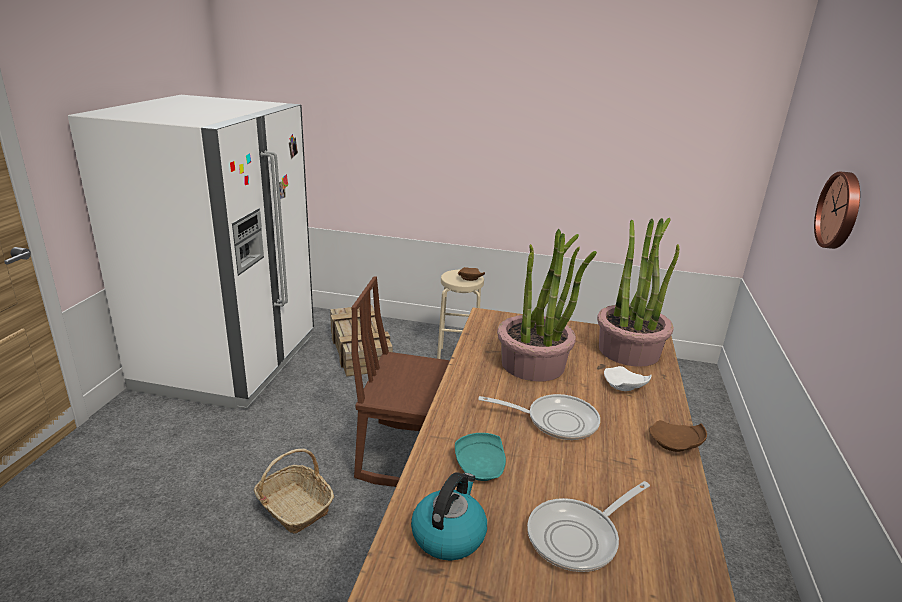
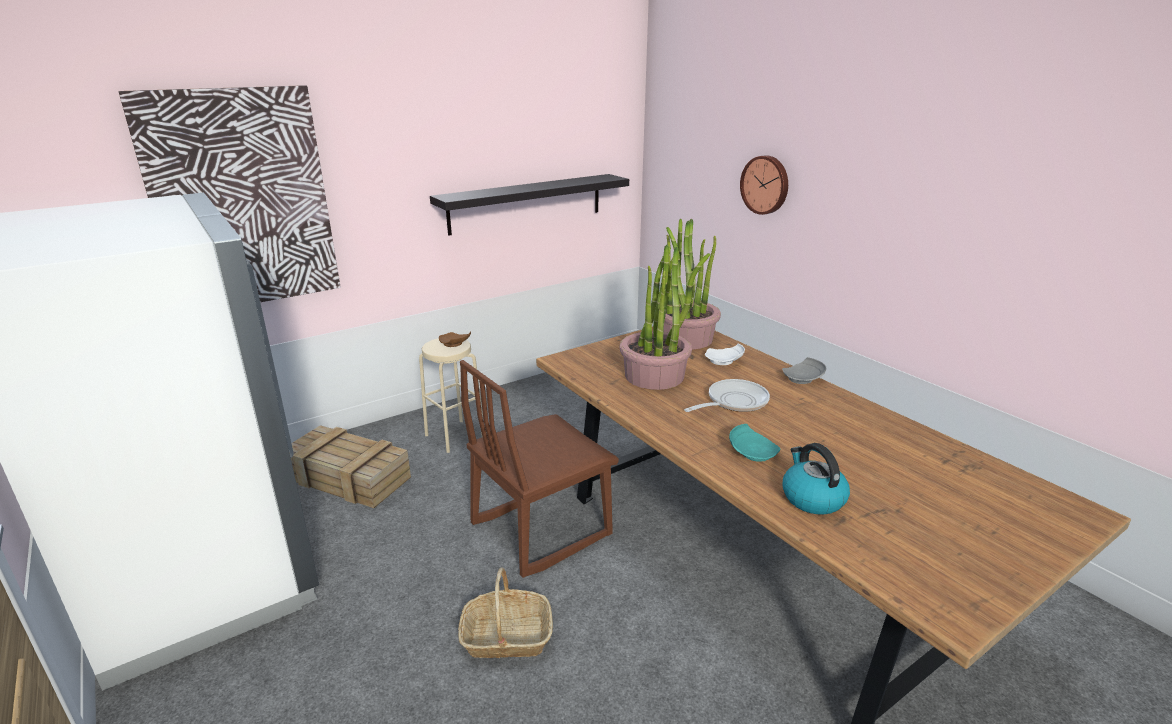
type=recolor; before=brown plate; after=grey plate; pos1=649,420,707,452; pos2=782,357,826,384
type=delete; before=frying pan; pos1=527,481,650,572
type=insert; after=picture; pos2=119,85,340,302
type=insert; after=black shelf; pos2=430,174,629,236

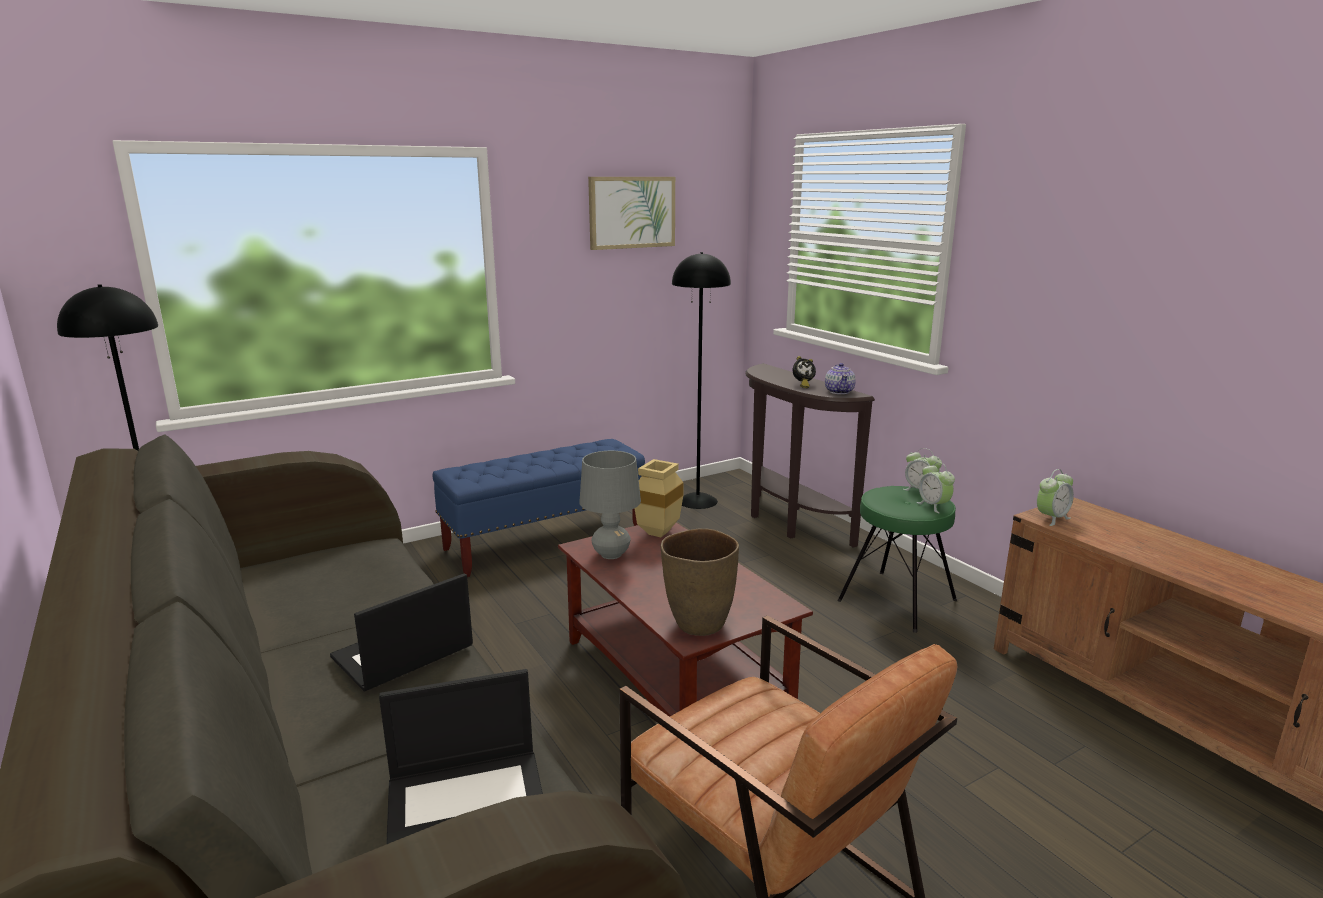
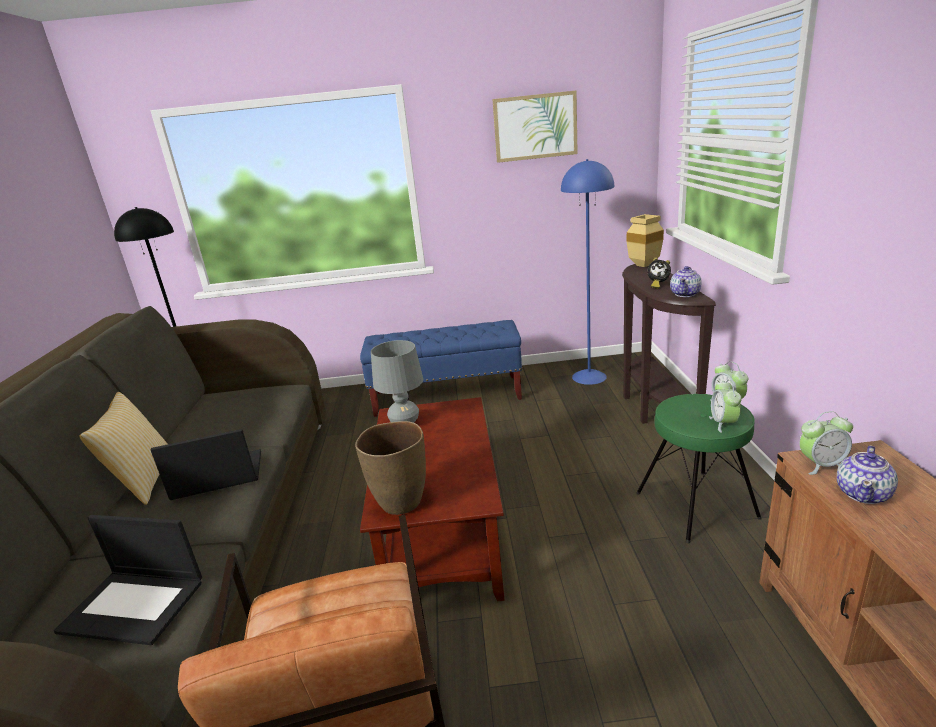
type=recolor; before=black floor lamp; after=blue floor lamp; pos1=672,252,731,509; pos2=561,159,614,385
type=move; before=beige vase; pos1=634,459,684,537; pos2=627,214,664,267
type=insert; after=pillow; pos2=79,392,167,505
type=insert; after=teapot; pos2=837,445,898,504

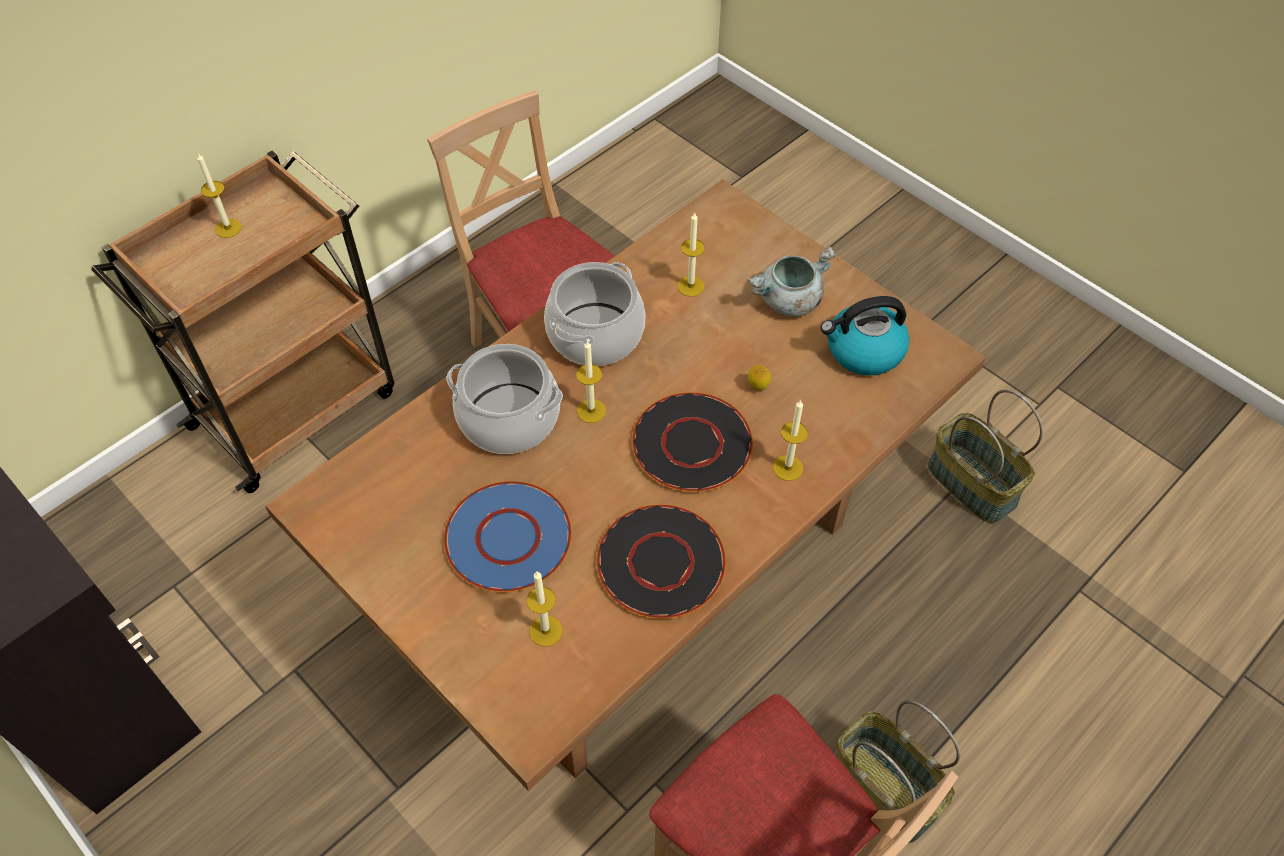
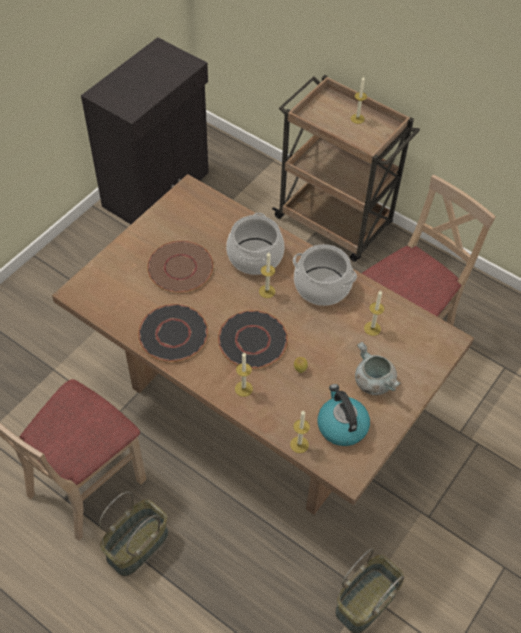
type=recolor; before=blue plate; after=brown plate; pos1=443,481,572,592; pos2=147,241,214,292
type=move; before=candle; pos1=527,572,562,646; pos2=290,410,310,453

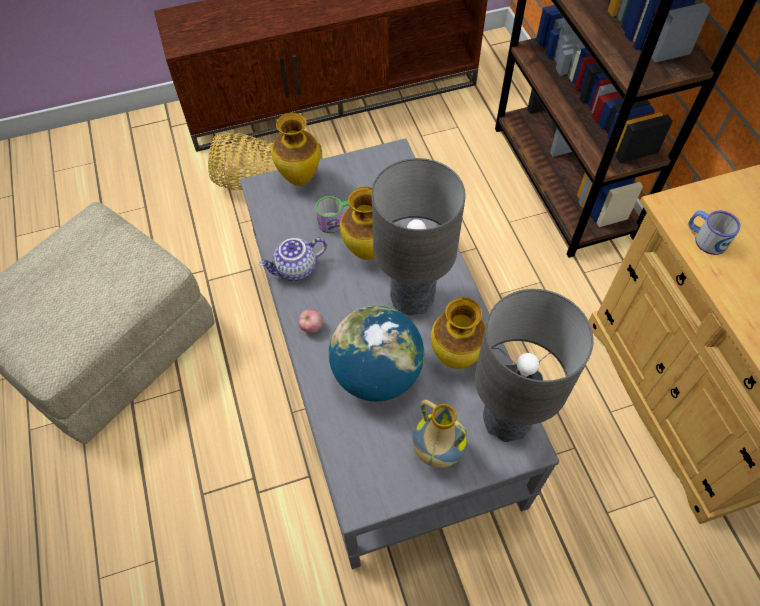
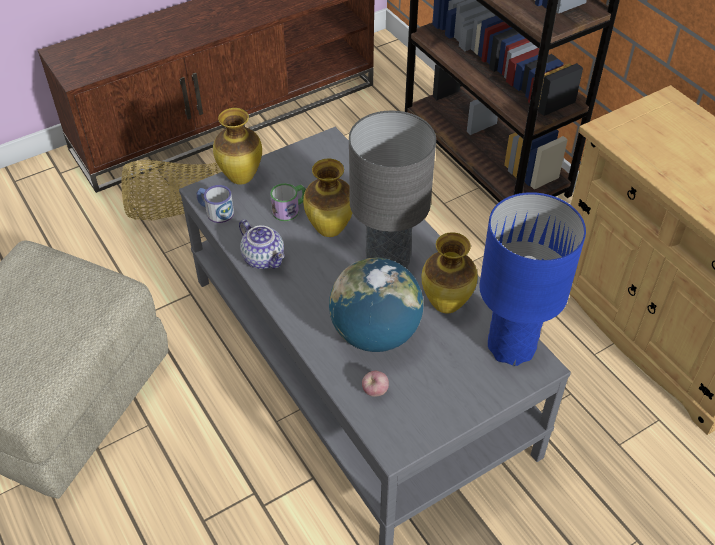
type=move; before=mug; pos1=688,210,741,255; pos2=197,185,234,223
type=rotate; before=teapot; pos1=259,238,327,281; pos2=239,219,284,269; turn=-90
type=recolor; before=grey table lamp; after=blue table lamp; pos1=475,289,594,442; pos2=479,192,586,366
type=move; before=apple; pos1=298,309,323,333; pos2=362,371,389,397
type=delete; before=vase; pos1=412,400,467,468

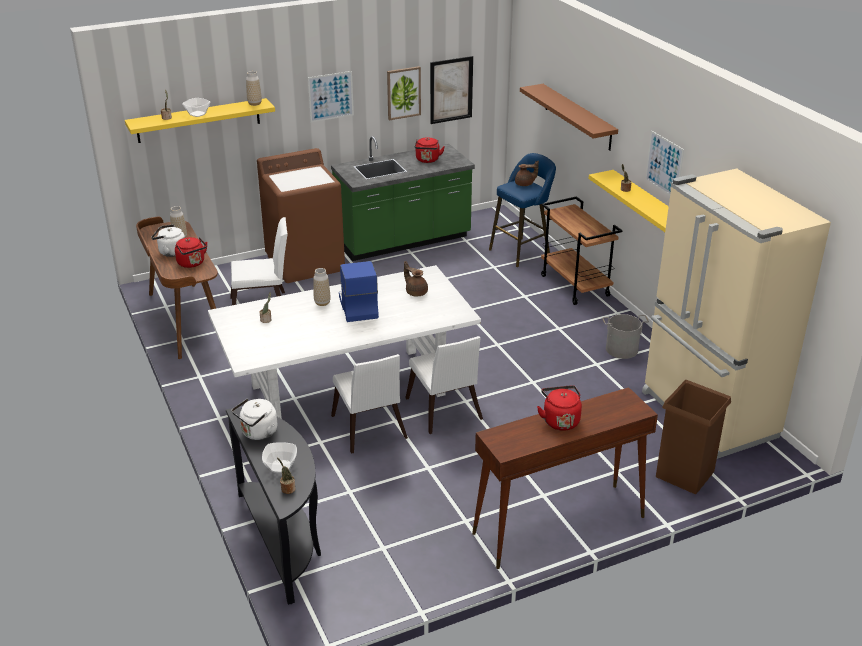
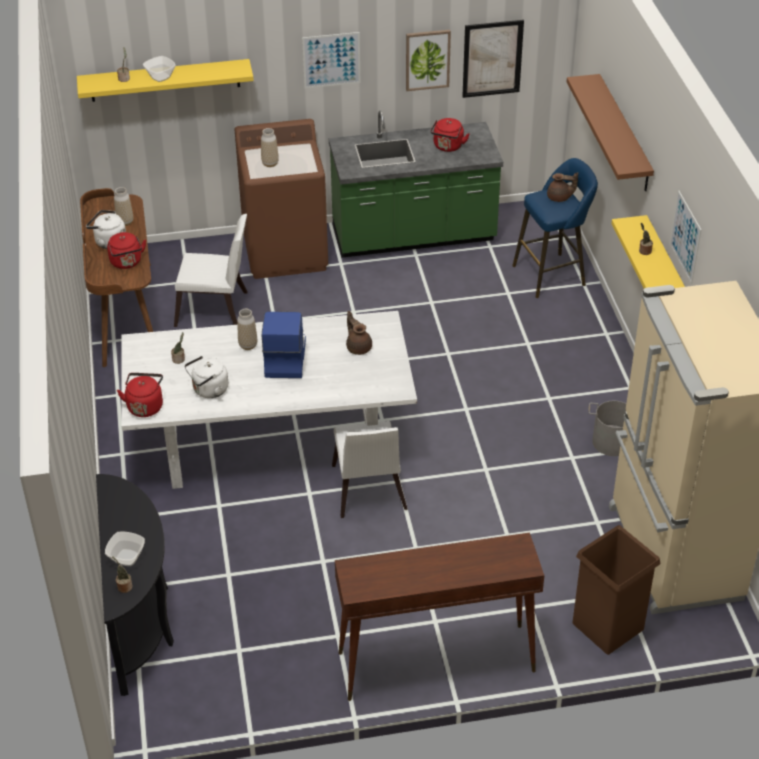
type=move; before=vase; pos1=246,71,262,106; pos2=261,128,279,167
type=delete; before=brown cart; pos1=541,196,623,305
type=delete; before=white chair; pos1=331,354,408,454
type=move; before=red kettle; pos1=537,385,582,431; pos2=117,373,163,417
type=move; before=white kettle; pos1=232,398,277,440; pos2=184,356,228,398

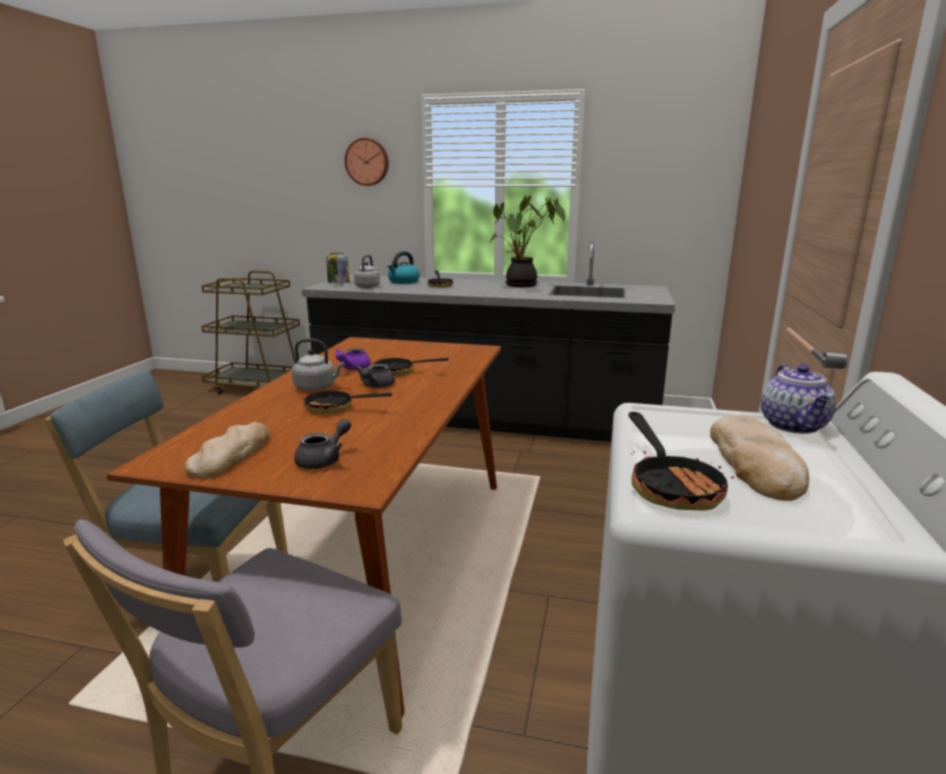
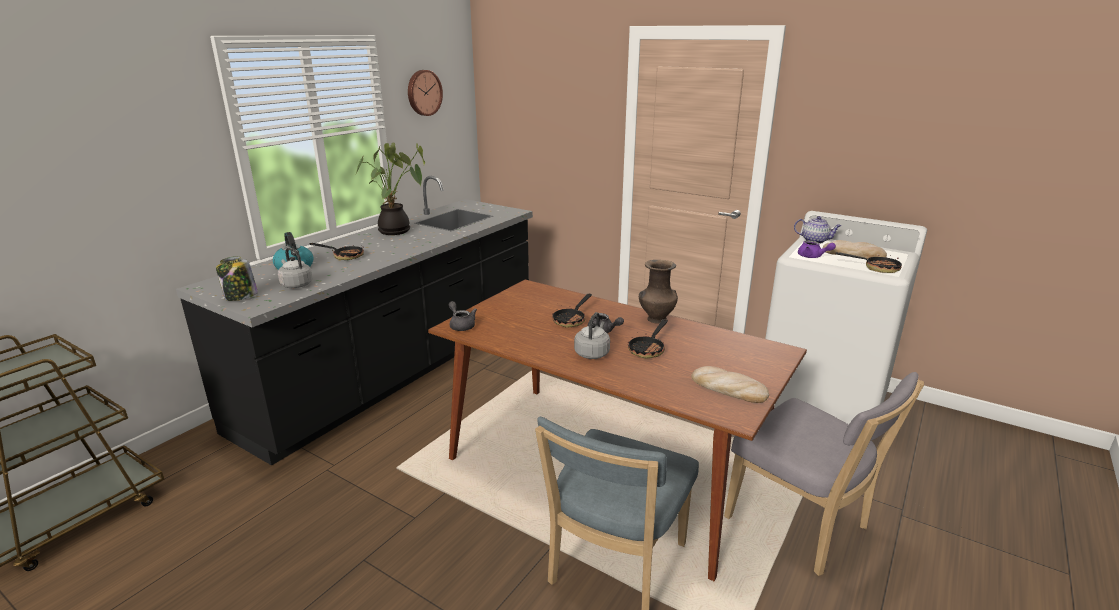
type=move; before=wall clock; pos1=345,138,389,186; pos2=408,70,443,116
type=move; before=purple teapot; pos1=335,348,371,370; pos2=798,240,836,258
type=move; before=grey teapot; pos1=294,419,351,469; pos2=449,301,477,331
type=insert; after=brown vase; pos2=639,260,678,324

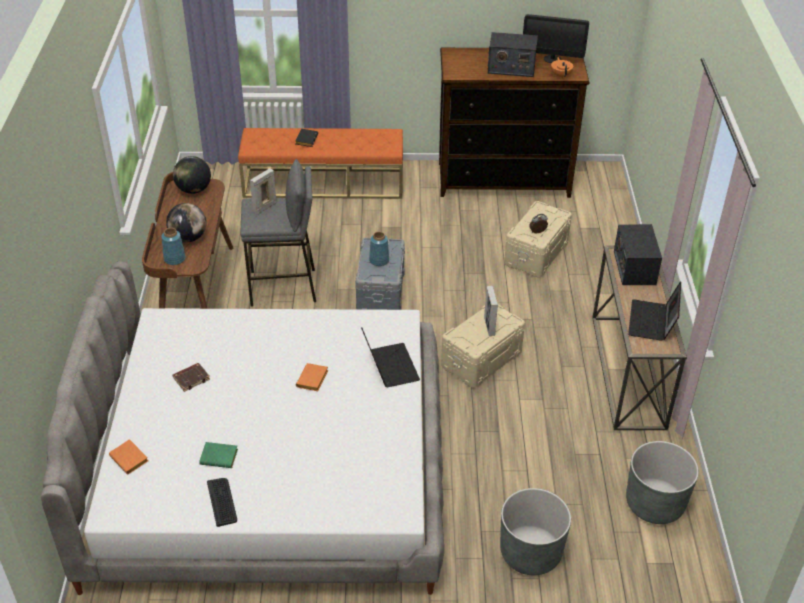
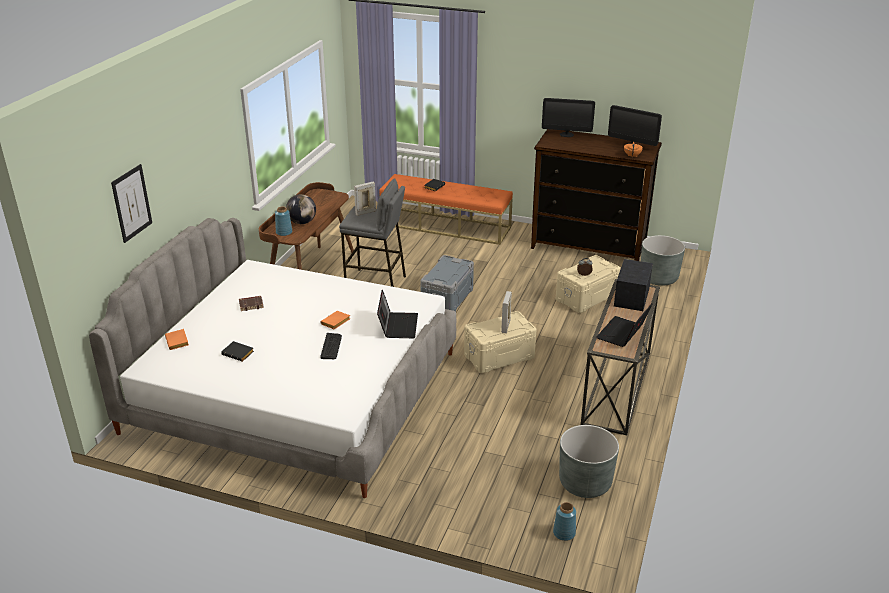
type=delete; before=radio; pos1=488,32,538,77
type=delete; before=globe; pos1=173,156,211,194
type=move; before=blue vase; pos1=369,232,389,266; pos2=553,502,576,541
type=recolor; before=green book; after=black book; pos1=199,442,238,468; pos2=221,341,254,362
type=move; before=keyboard; pos1=207,478,237,527; pos2=321,333,342,359
type=move; before=grey planter; pos1=500,488,571,575; pos2=641,235,685,286
type=insert; after=monitor; pos2=542,98,595,137
type=insert; after=picture; pos2=111,164,152,243

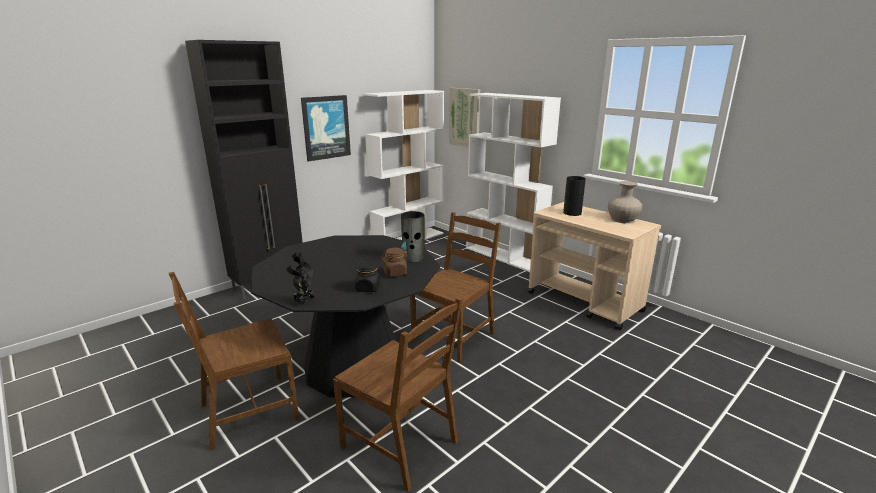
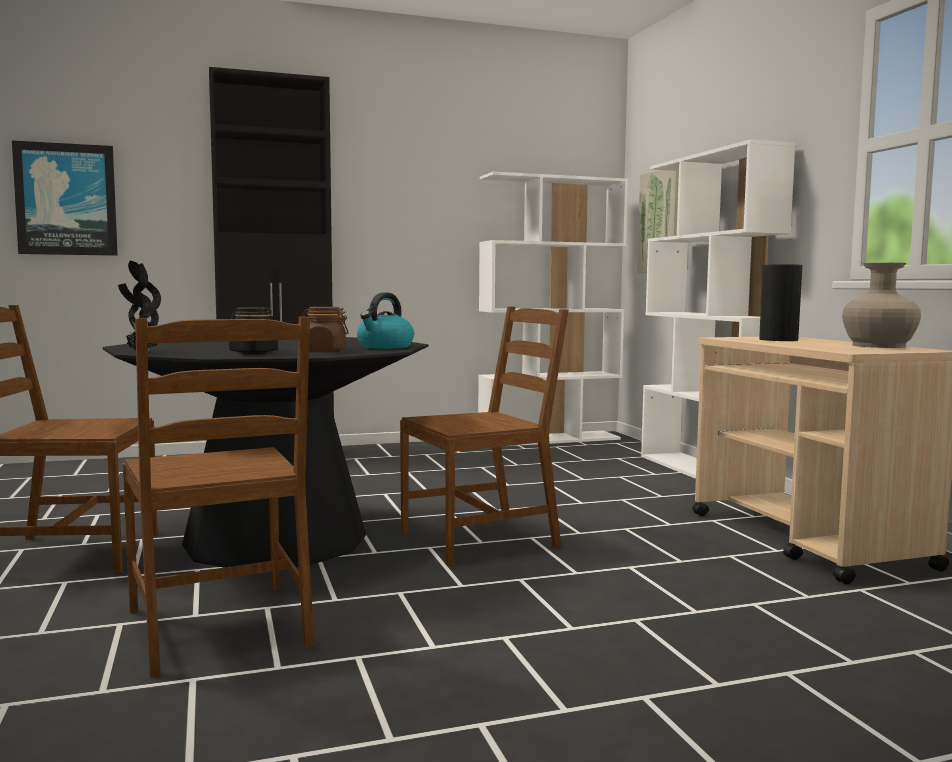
type=move; before=picture; pos1=301,95,351,161; pos2=12,140,118,256
type=replace; before=vase; after=kettle; pos1=401,211,425,263; pos2=357,292,414,349

